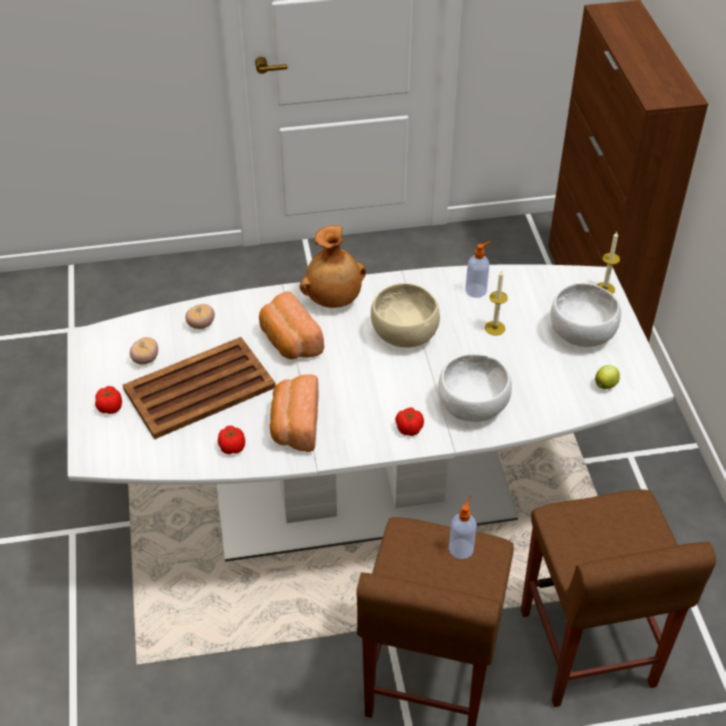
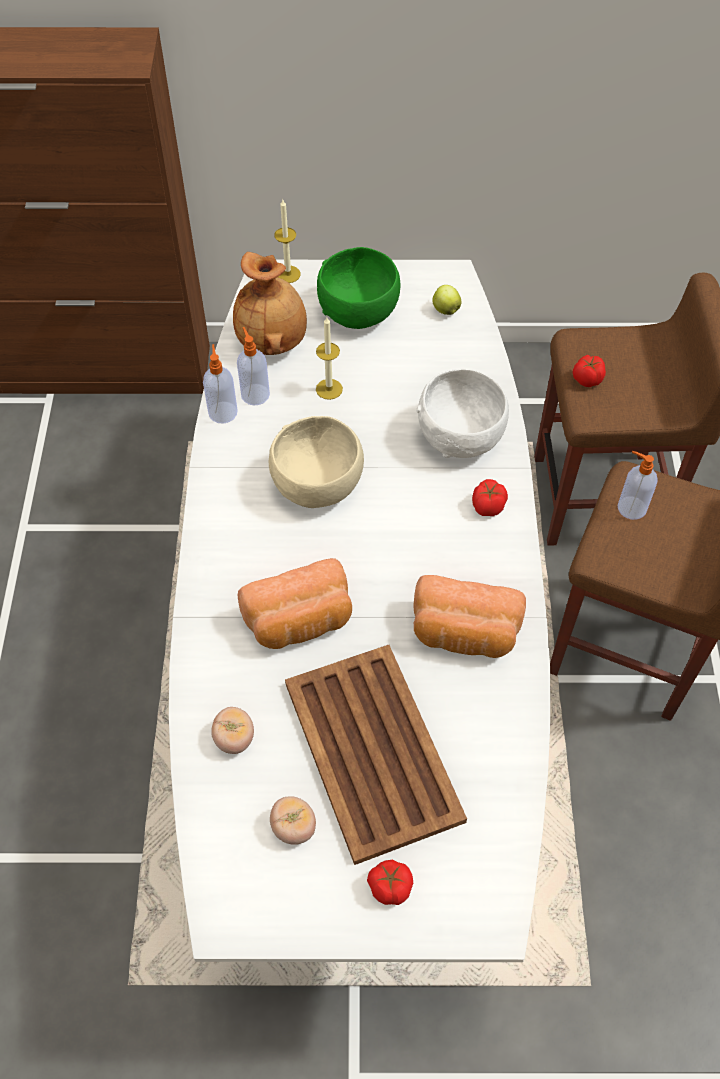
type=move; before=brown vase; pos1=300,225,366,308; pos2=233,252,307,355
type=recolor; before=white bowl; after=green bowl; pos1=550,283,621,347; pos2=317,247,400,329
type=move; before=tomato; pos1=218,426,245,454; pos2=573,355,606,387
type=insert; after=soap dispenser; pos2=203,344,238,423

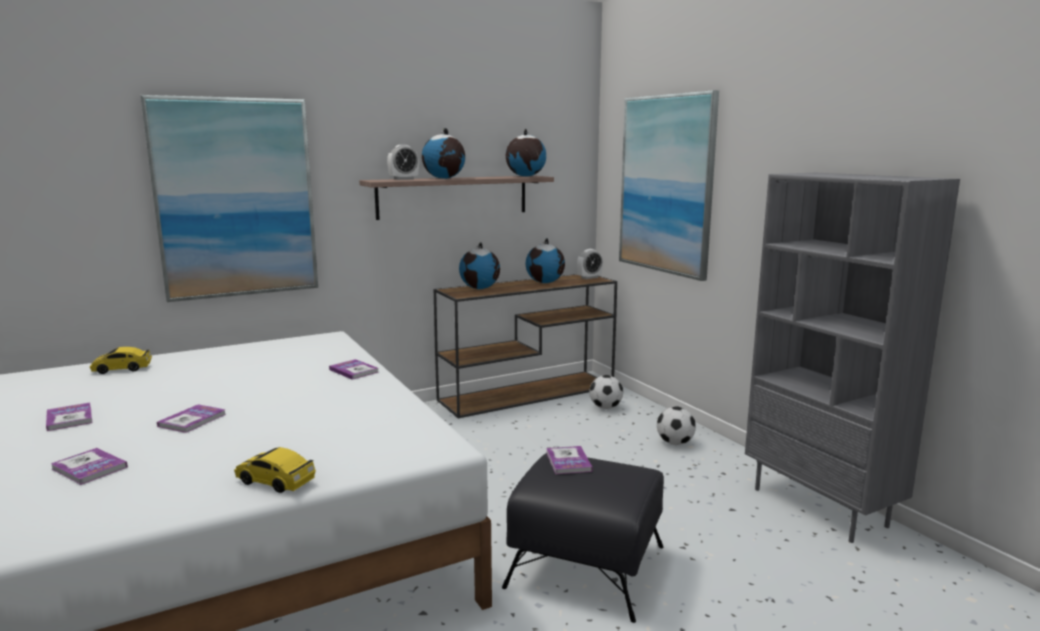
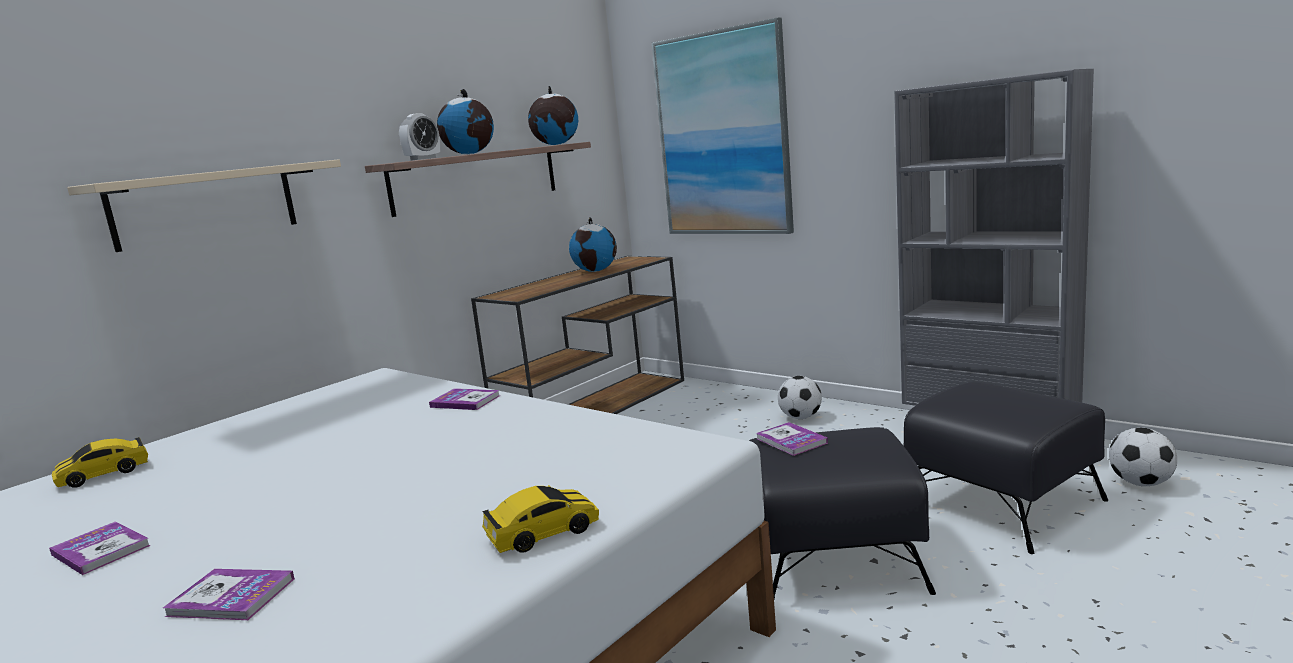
type=replace; before=picture; after=beige shelf; pos1=140,95,318,302; pos2=67,159,341,252
type=delete; before=globe; pos1=459,242,500,289
type=delete; before=alarm clock; pos1=577,249,603,279
type=move; before=football; pos1=589,375,623,409; pos2=1109,428,1177,486
type=delete; before=book; pos1=157,404,226,433
type=rotate; before=toy car; pos1=234,447,316,493; pos2=482,485,599,553; turn=150
type=insert; after=black ottoman; pos2=904,382,1108,554

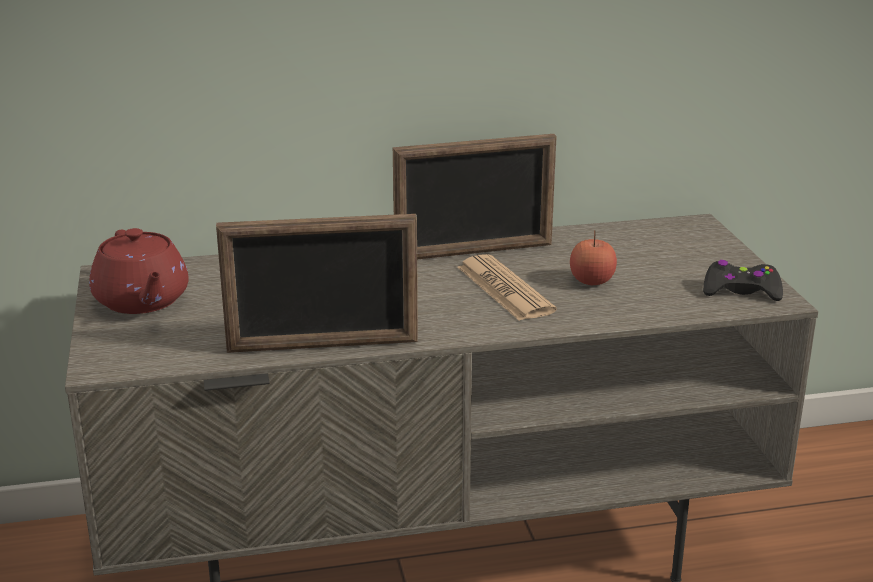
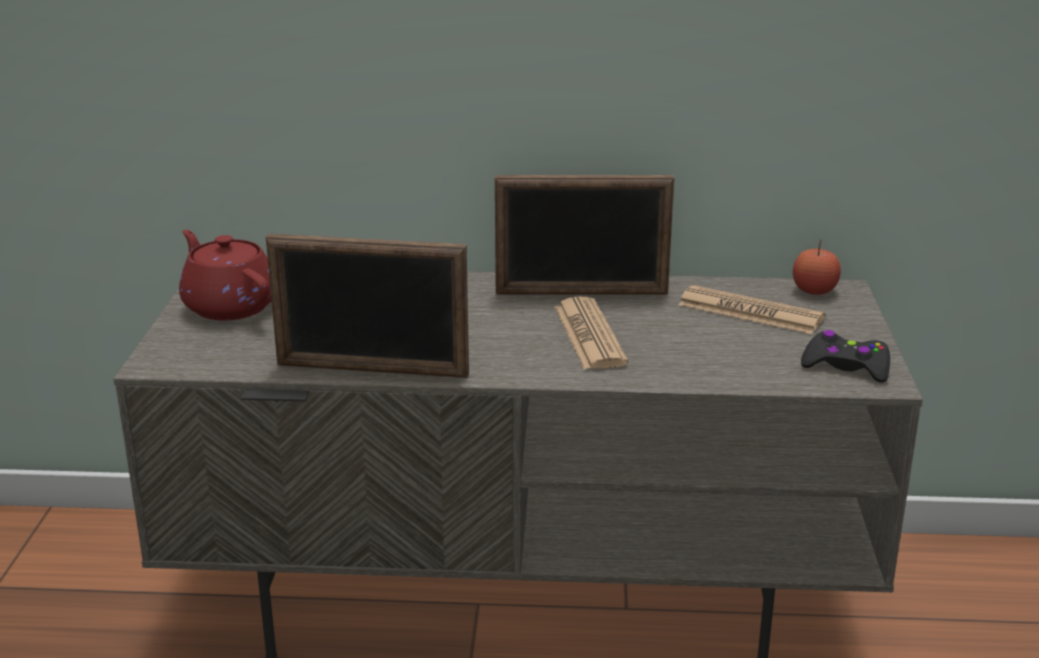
type=rotate; before=red teapot; pos1=89,228,189,314; pos2=179,230,271,321; turn=150
type=move; before=apple; pos1=570,230,617,285; pos2=793,239,841,295
type=insert; after=newspaper; pos2=678,285,825,334

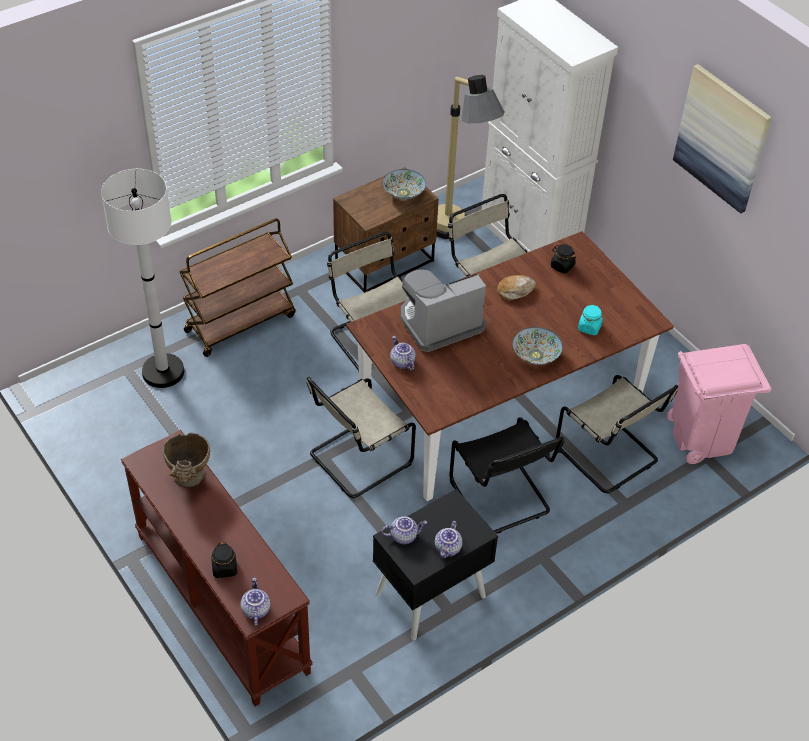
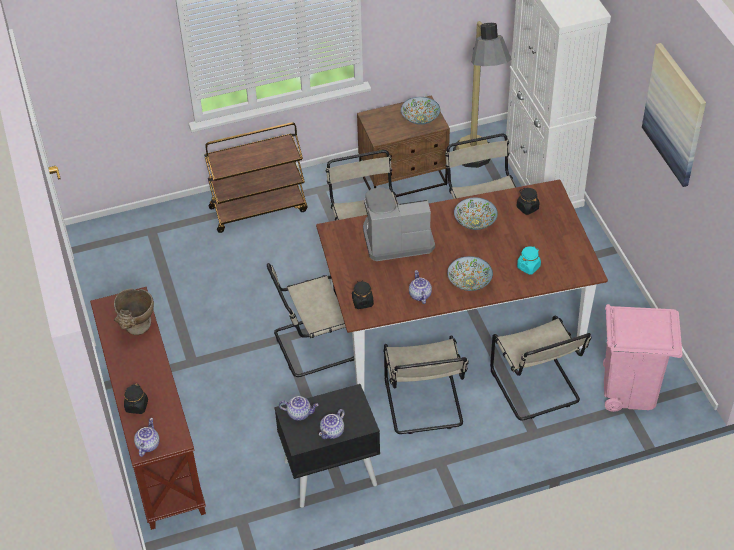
type=delete; before=white floor lamp; pos1=101,169,184,388
type=replace; before=bread; after=bowl; pos1=497,275,536,300; pos2=454,197,498,230
type=move; before=teapot; pos1=390,336,416,371; pos2=409,270,432,304
type=recolor; before=black chair; after=beige chair; pos1=449,417,564,533; pos2=383,335,469,434
type=insert; after=black jar; pos2=352,281,374,309

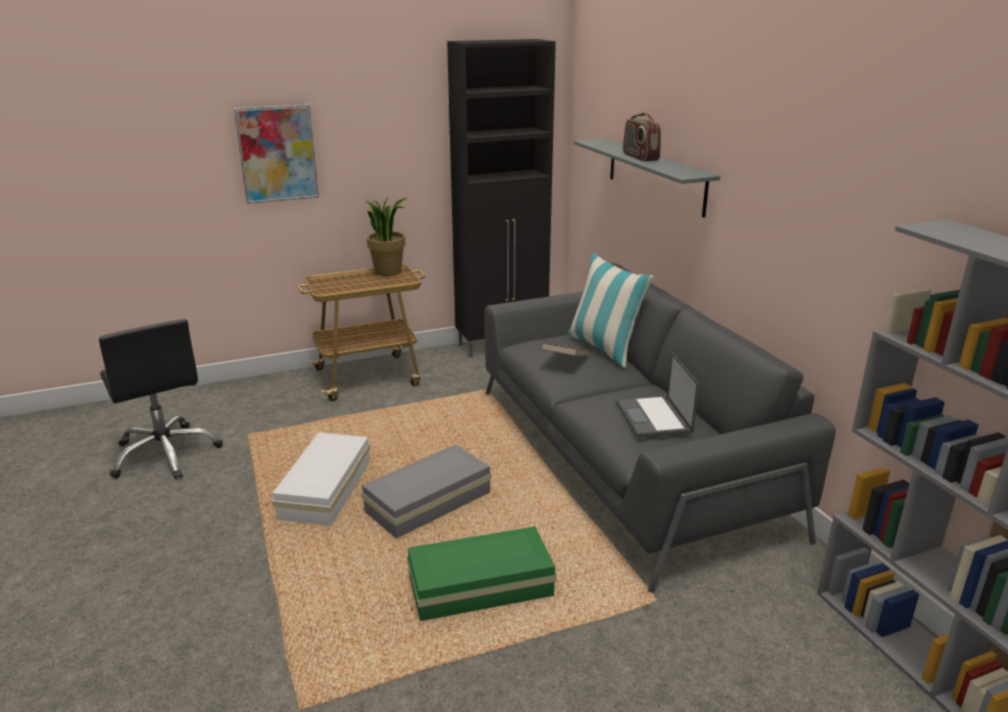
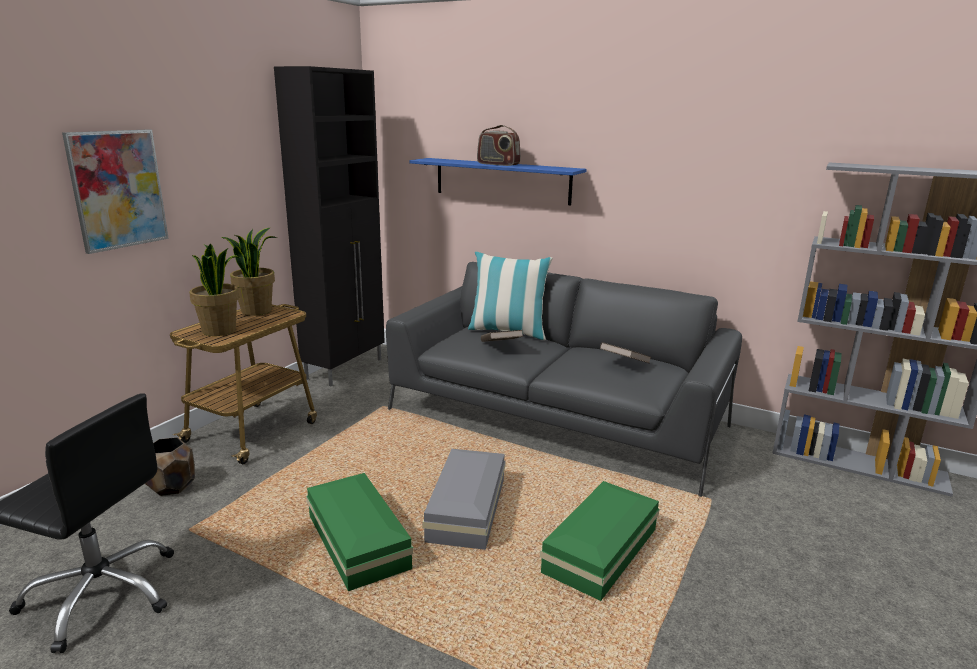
type=recolor; before=grey shelf; after=blue shelf; pos1=574,139,720,218; pos2=409,158,586,205
type=replace; before=laptop; after=brown book; pos1=616,352,699,438; pos2=600,342,651,364
type=recolor; before=white storage box; after=green storage box; pos1=272,432,370,526; pos2=306,473,414,591
type=insert; after=potted plant; pos2=189,244,240,336
type=insert; after=brown planter; pos2=145,437,195,496

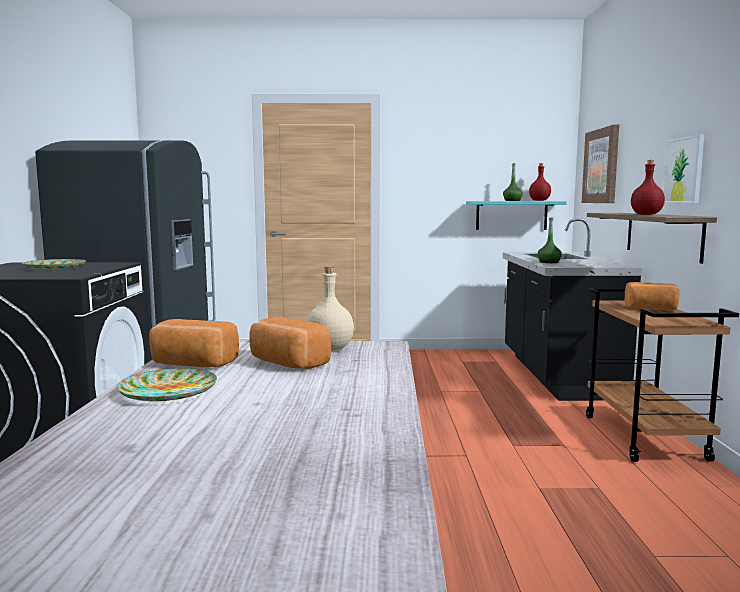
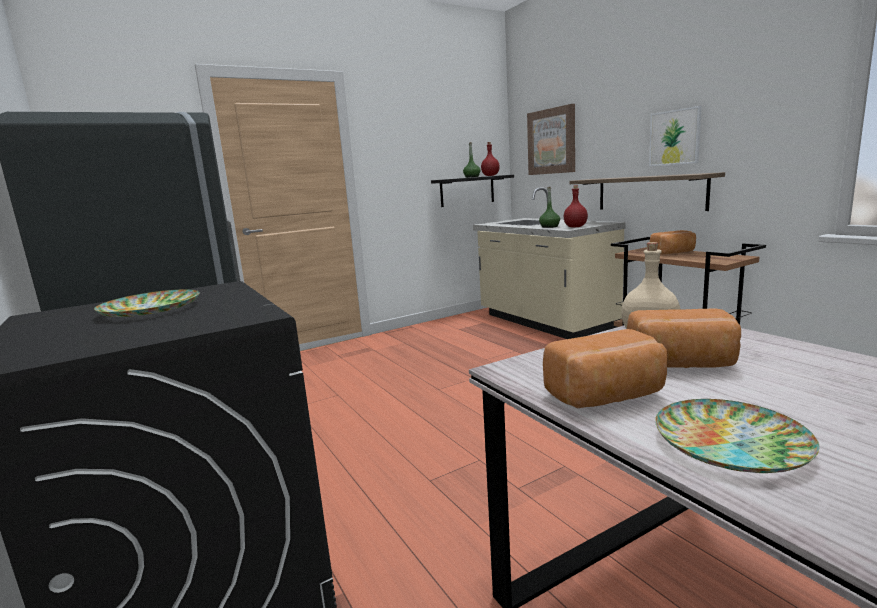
type=move; before=red bottle; pos1=631,160,665,215; pos2=563,185,588,227
type=recolor; before=turquoise shelf; after=black shelf; pos1=466,201,567,230; pos2=431,175,514,207
type=recolor; before=black counter; after=beige counter; pos1=503,218,642,401; pos2=473,187,626,339

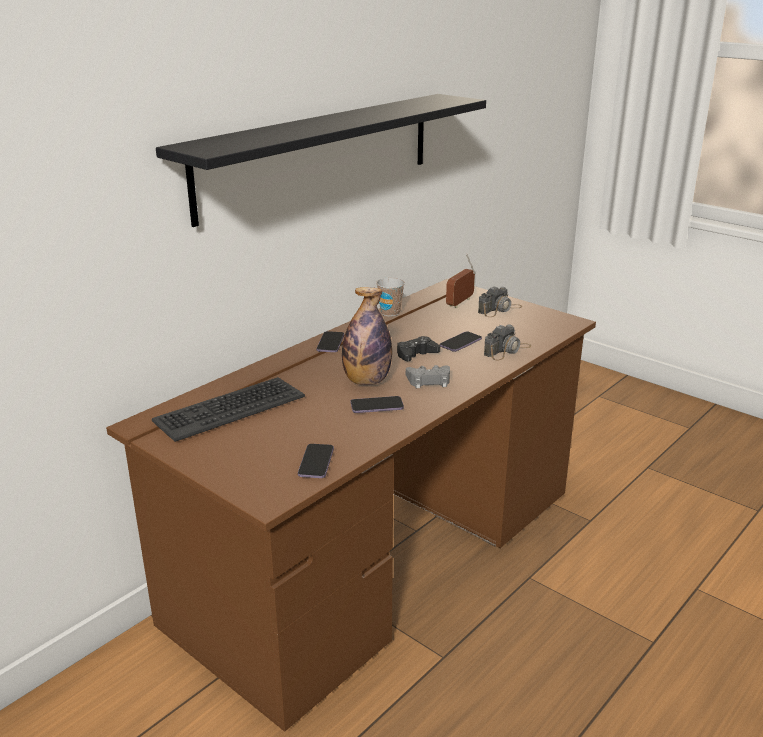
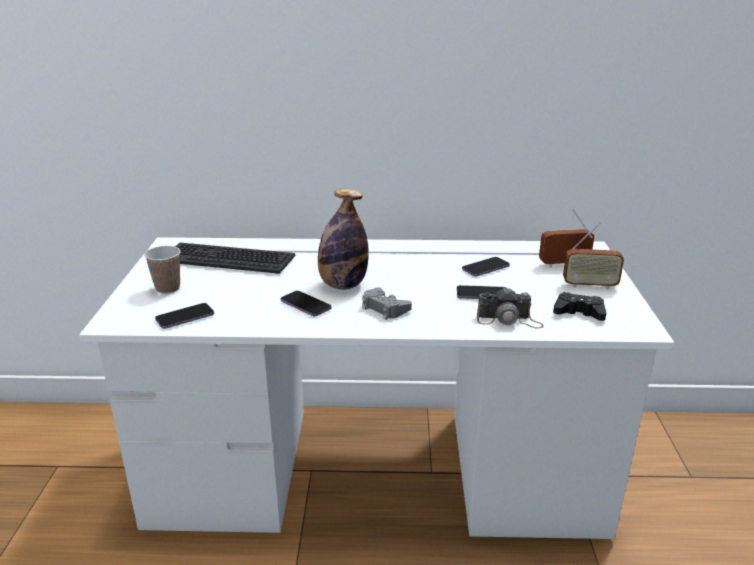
type=delete; before=black shelf; pos1=156,94,486,227
type=move; before=cup; pos1=376,278,405,316; pos2=144,246,181,294
type=recolor; before=brown desk; after=white desk; pos1=106,279,596,732; pos2=79,237,675,539
type=replace; before=photo camera; after=radio; pos1=478,286,523,317; pos2=563,223,624,289
type=move; before=phone; pos1=317,331,344,352; pos2=462,257,510,276
type=move; before=black game controller; pos1=397,336,440,361; pos2=553,292,606,321

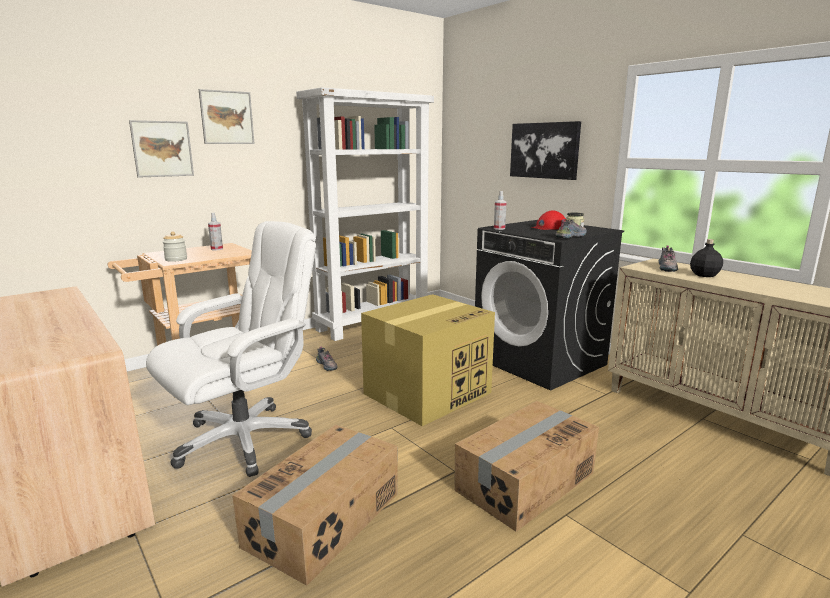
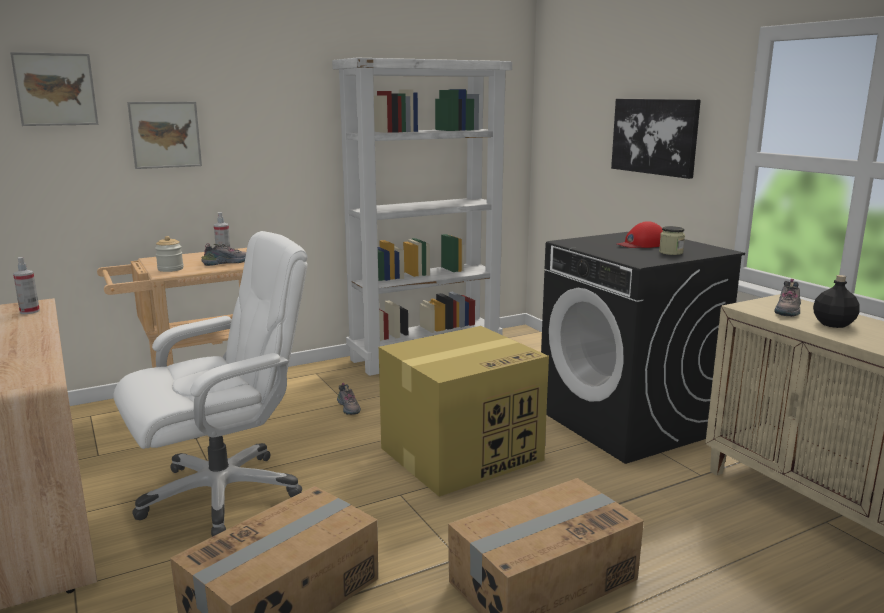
type=move; before=picture; pos1=199,89,254,144; pos2=10,52,99,126
type=move; before=spray bottle; pos1=494,191,507,230; pos2=13,257,40,314
type=move; before=shoe; pos1=555,219,587,239; pos2=201,243,246,266

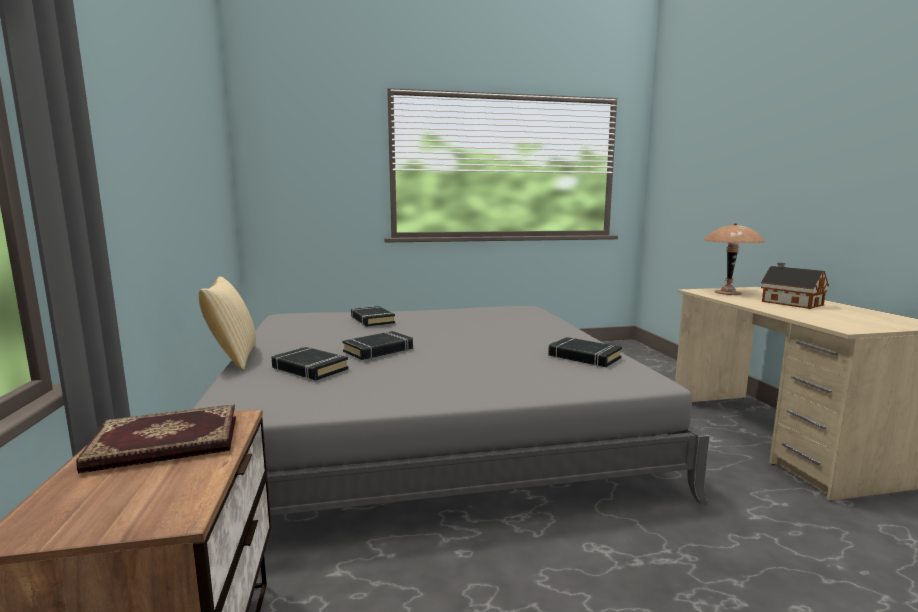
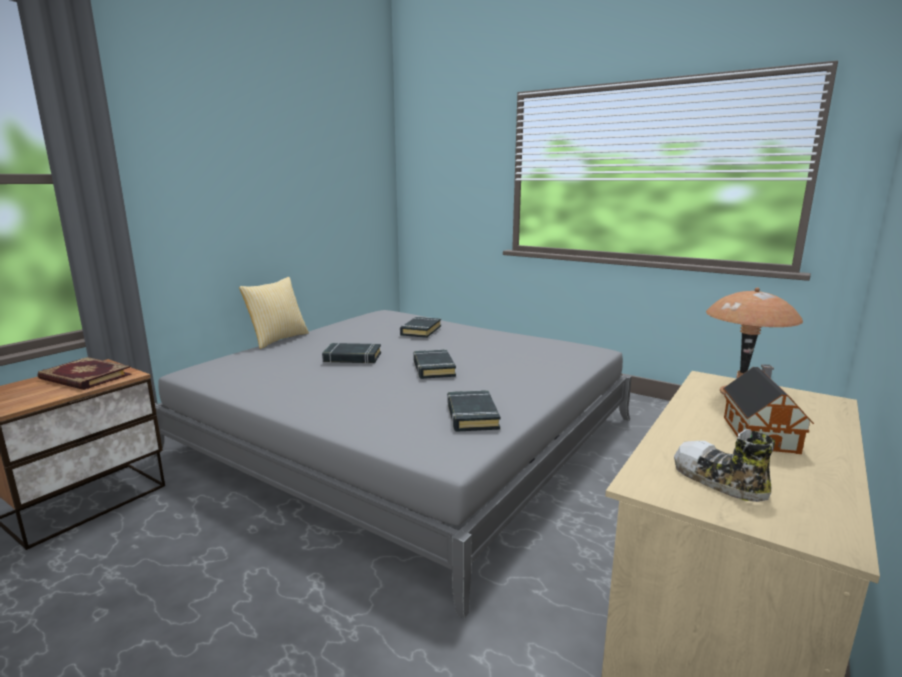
type=move; before=black book; pos1=271,347,348,380; pos2=413,349,456,379
type=insert; after=shoe; pos2=674,429,775,502

